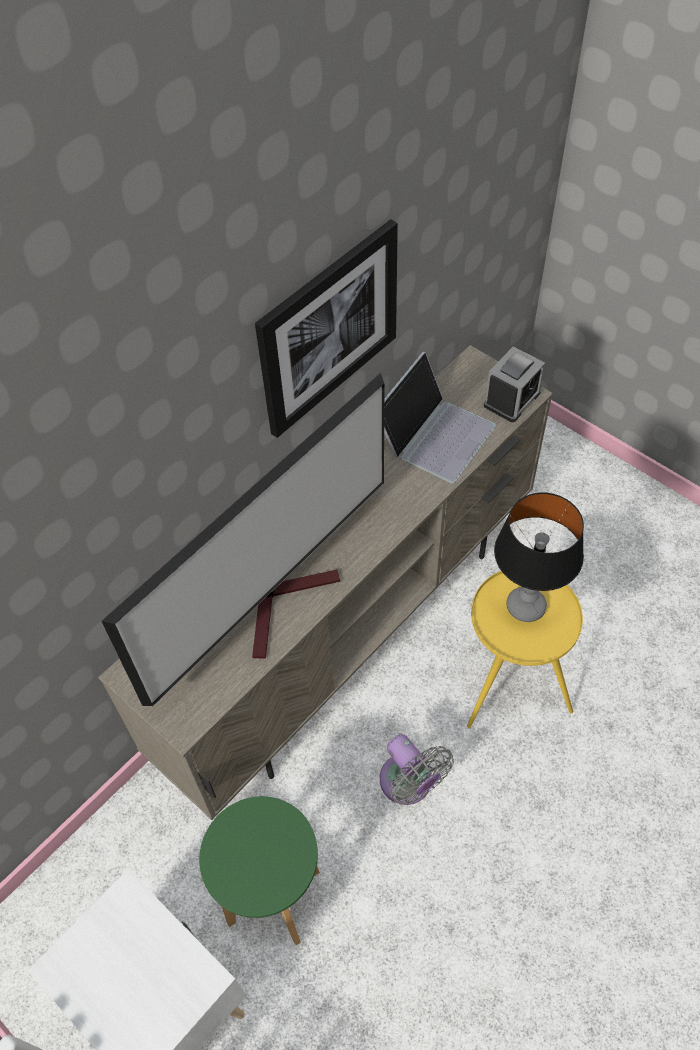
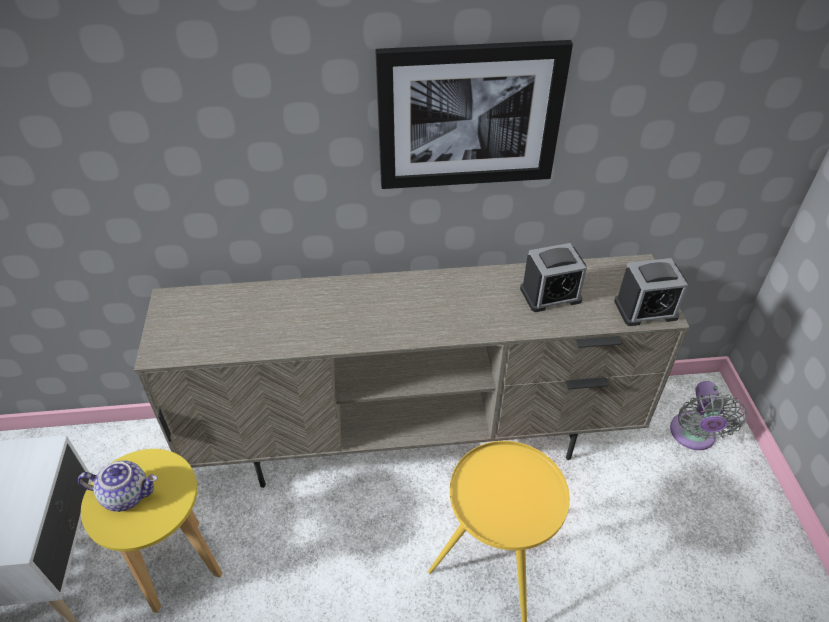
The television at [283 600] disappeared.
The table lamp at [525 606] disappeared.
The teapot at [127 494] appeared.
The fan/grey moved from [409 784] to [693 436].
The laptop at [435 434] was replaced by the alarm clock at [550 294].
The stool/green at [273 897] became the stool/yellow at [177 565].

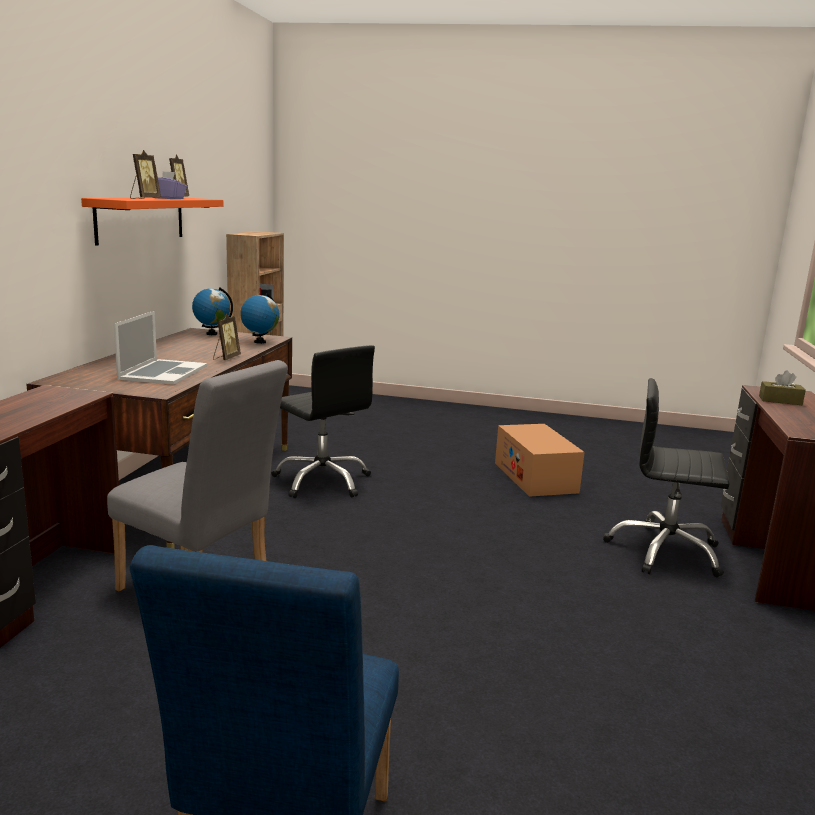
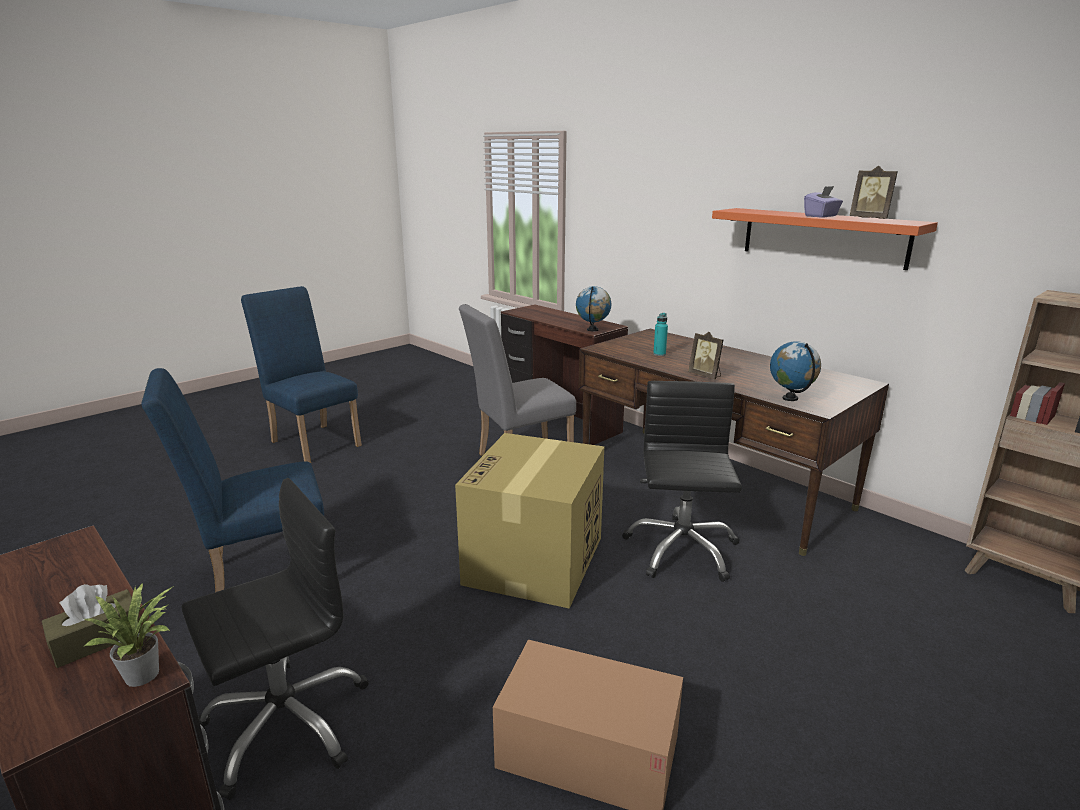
The picture frame at [144 199] disappeared.
The potted plant at [147 673] appeared.
The chair/blue at [261 575] appeared.
The cardboard box at [534 561] appeared.
The globe moved from [212 334] to [593 330].
The laptop at [163 372] was replaced by the bottle/turquoise at [659 354].
The office chair/black at [322 481] turned 105 degrees clockwise.

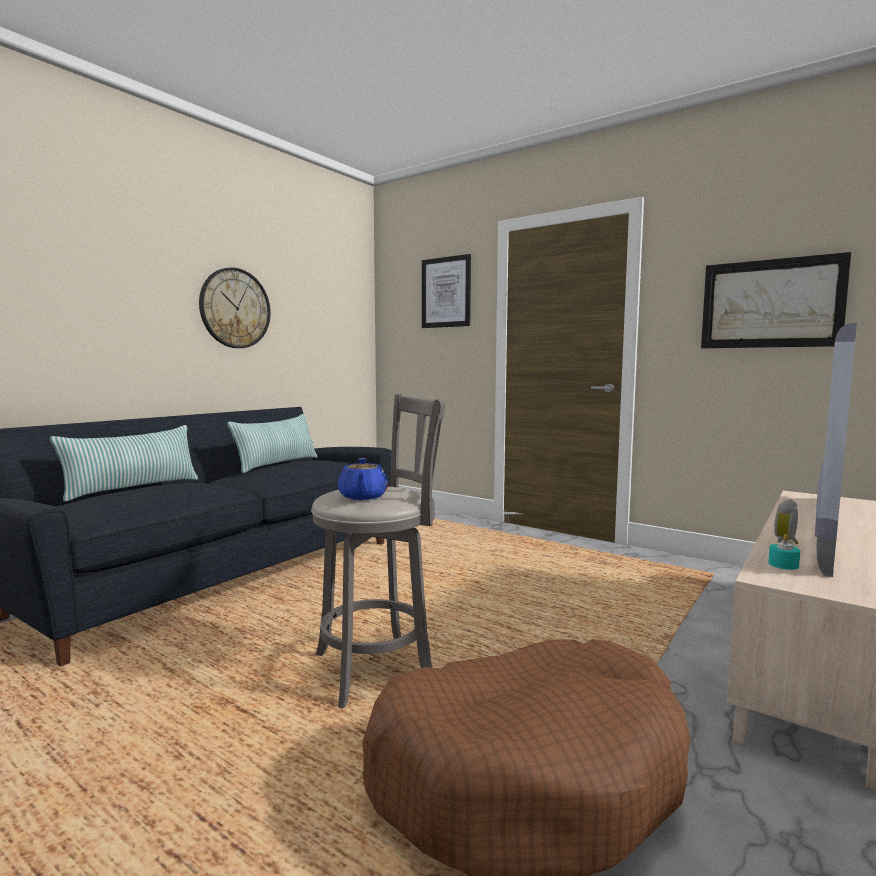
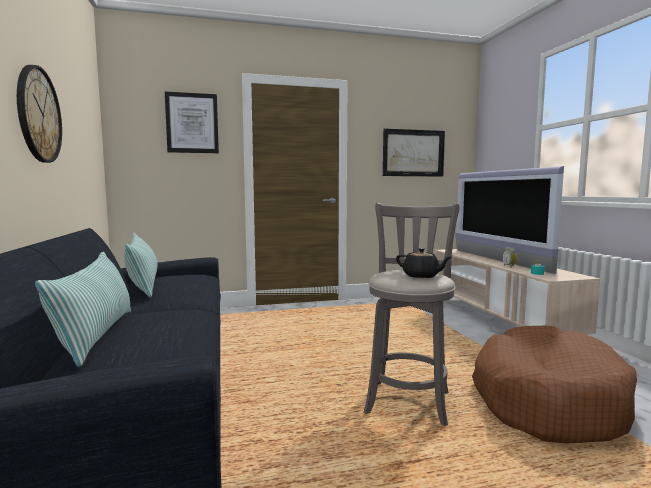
The teapot/blue at [362 497] became the teapot/black at [421 276].

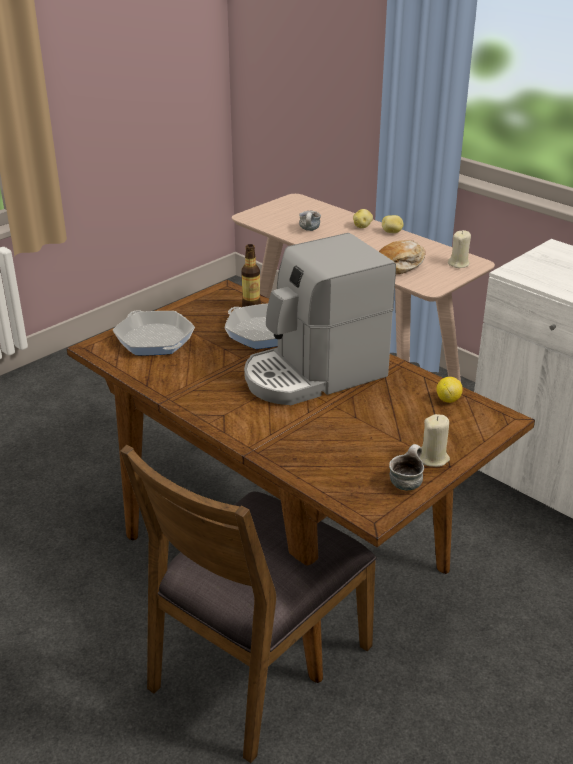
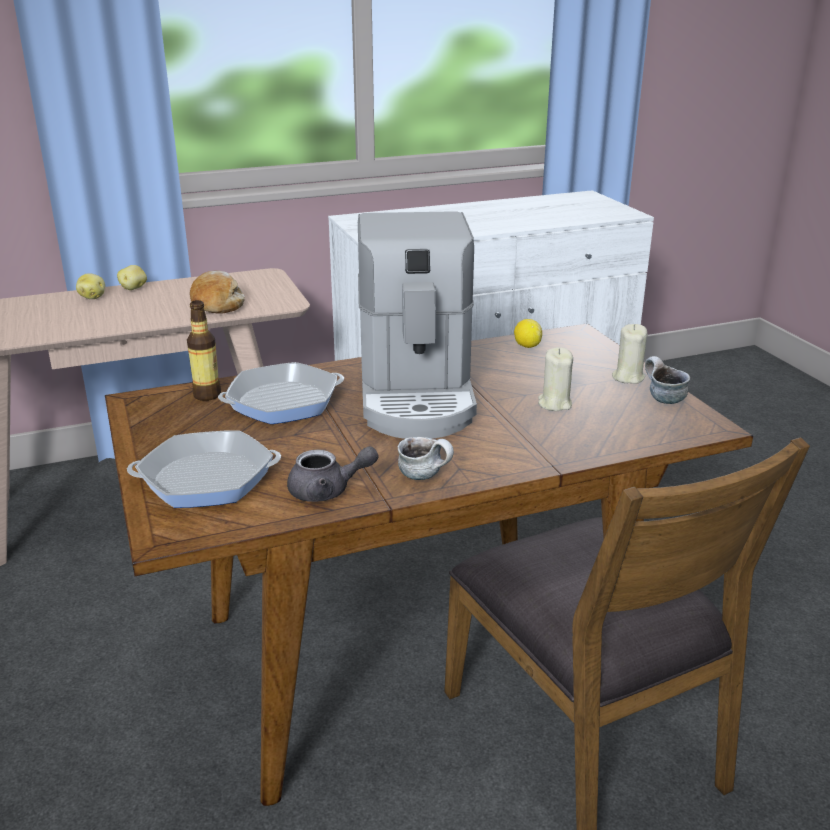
The teapot/grey at [328 491] appeared.
The mug moved from [310 230] to [426 476].
The candle/beige moved from [459 264] to [554 404].

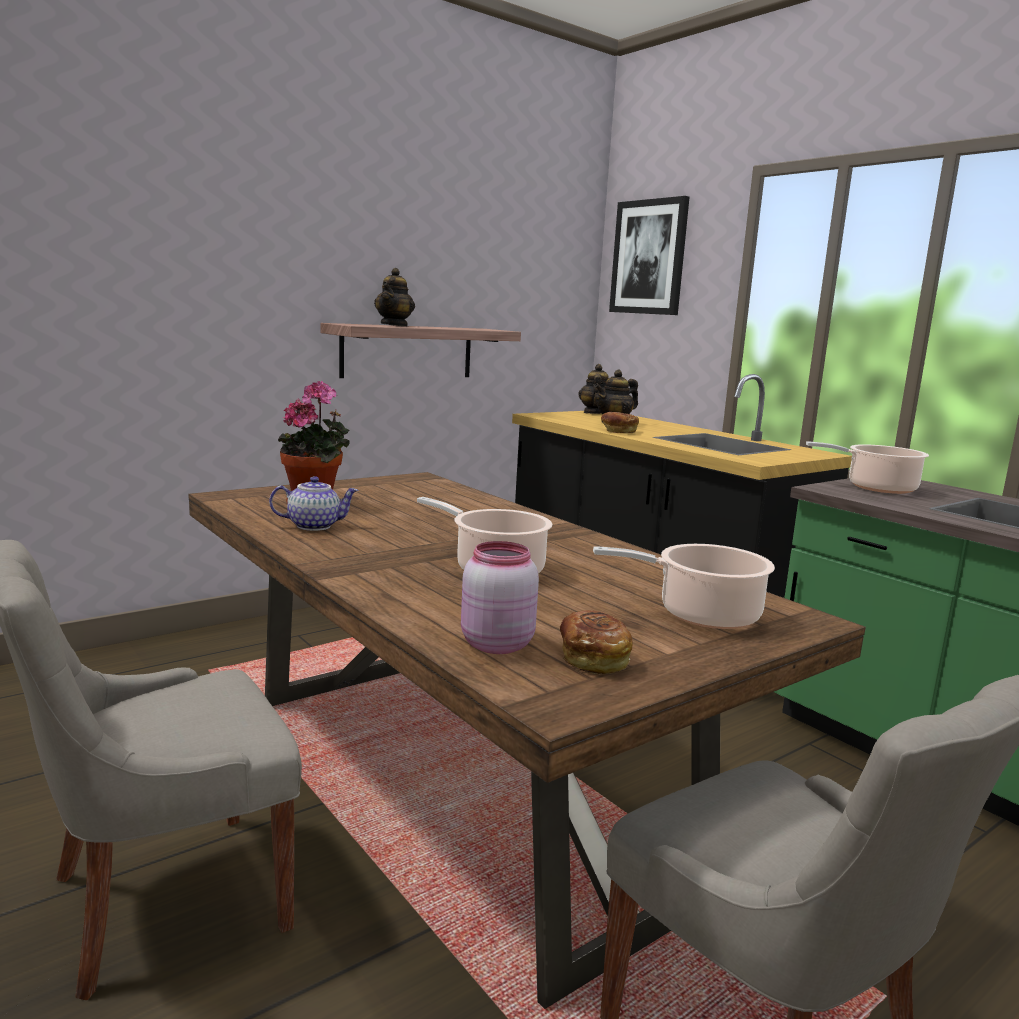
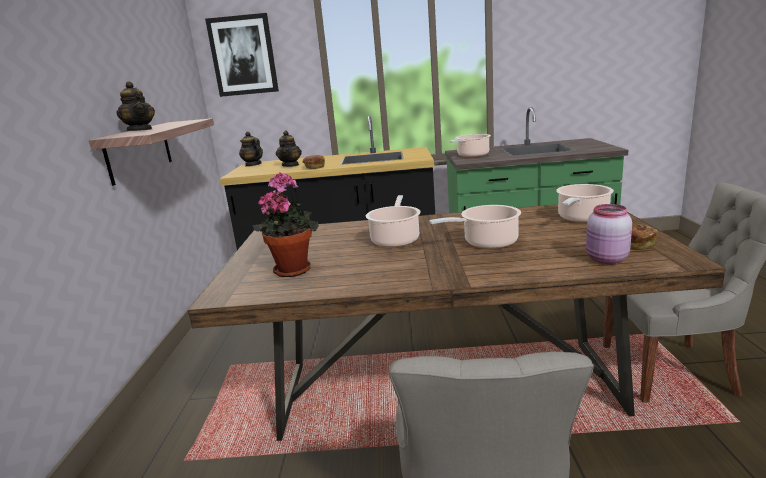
The teapot at [314 526] disappeared.
The cooking pot at [395 239] appeared.

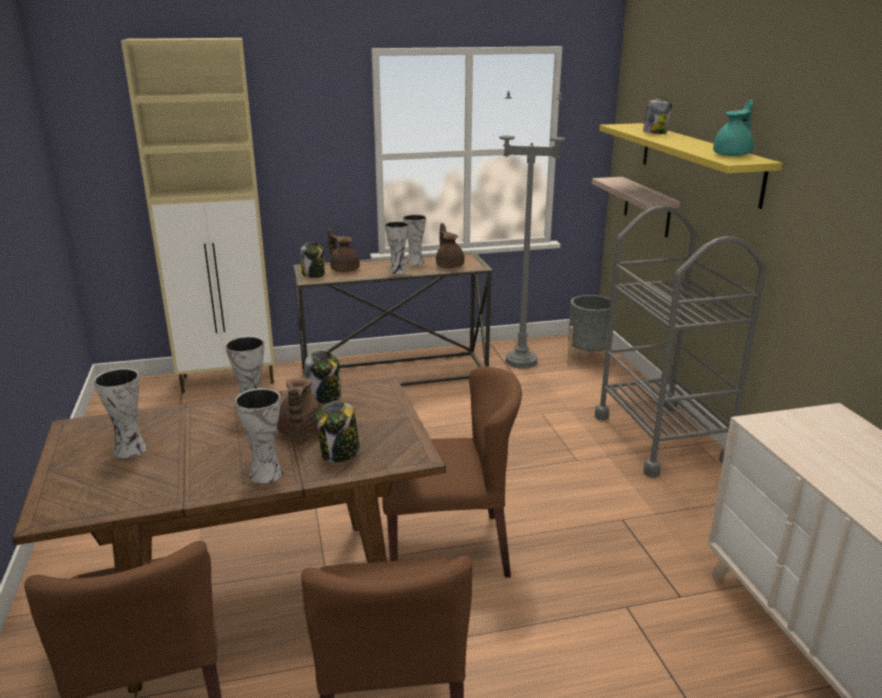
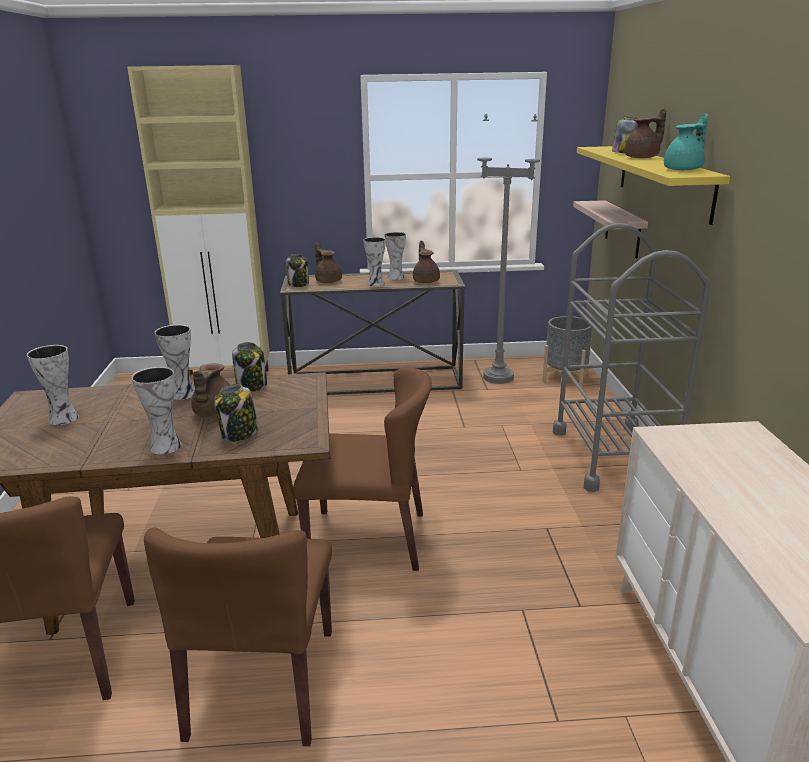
The teapot/brown at [643 157] appeared.

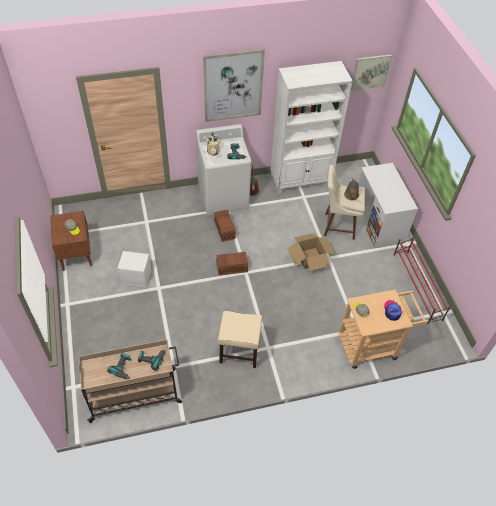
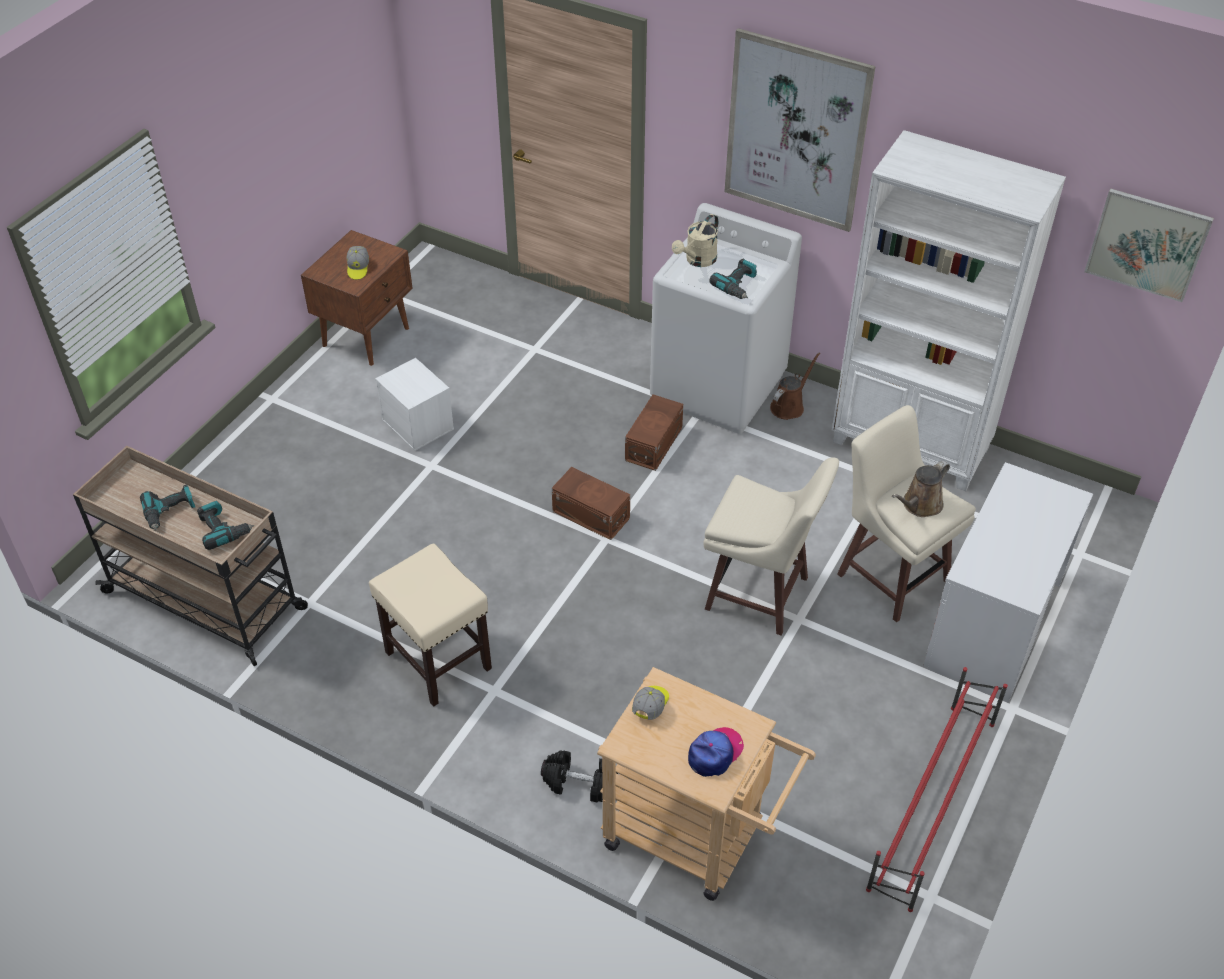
The dumbbell/black at [580 784] appeared.
The cardboard box at [310 258] was replaced by the stool/beige at [759 595].

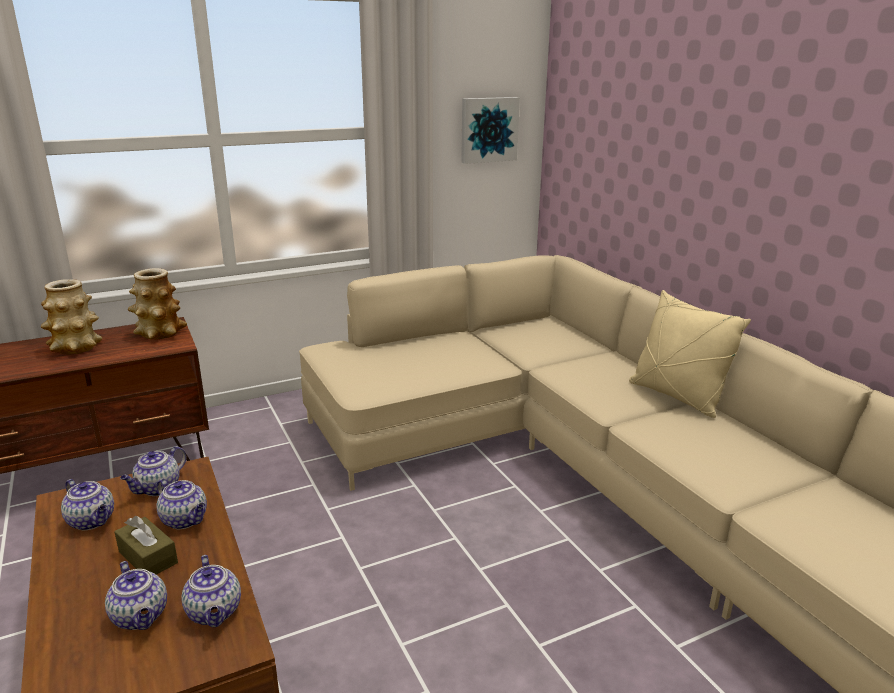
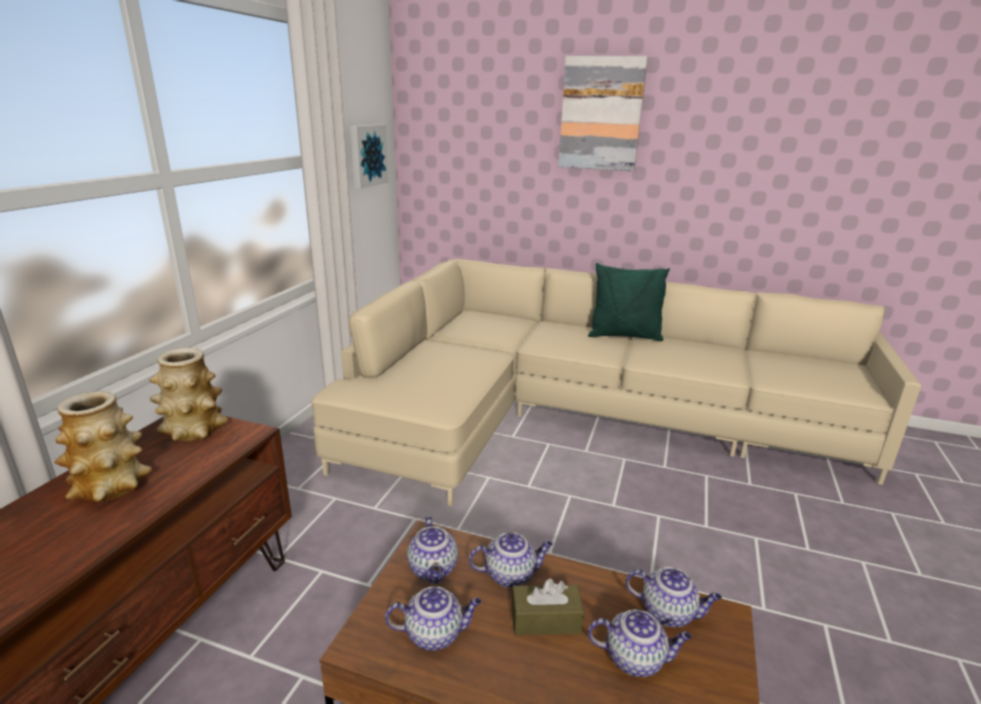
The picture at [601 114] appeared.
The pillow/beige at [677 396] became the pillow/green at [624 336].

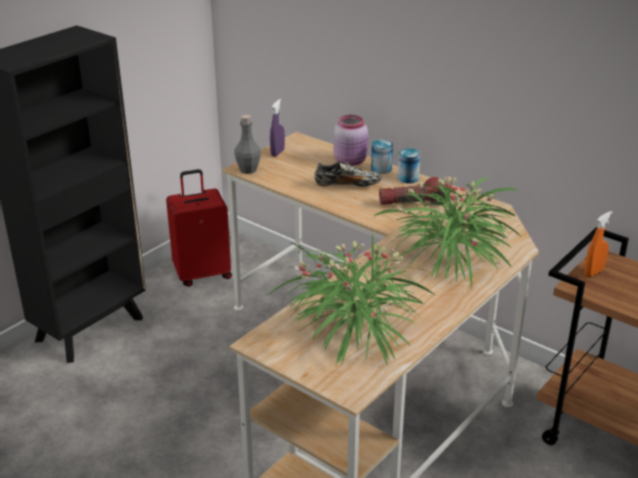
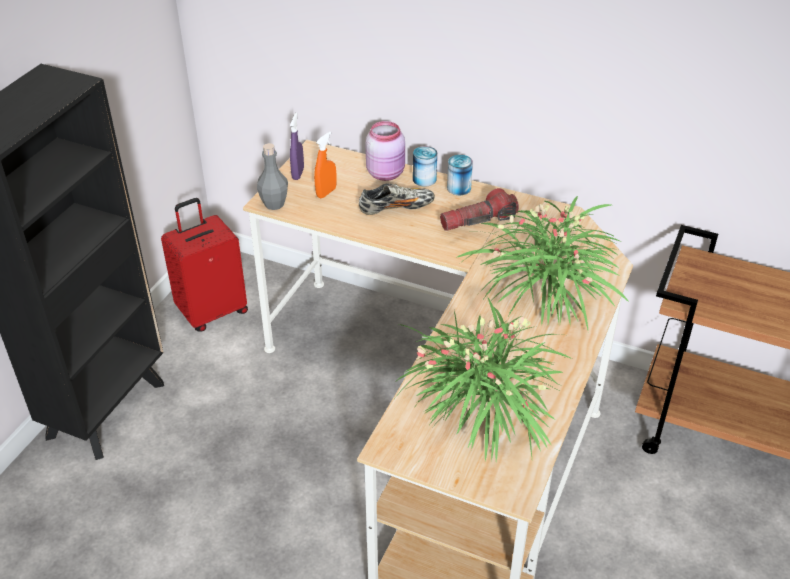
The spray bottle/orange moved from [593 272] to [326 192].

